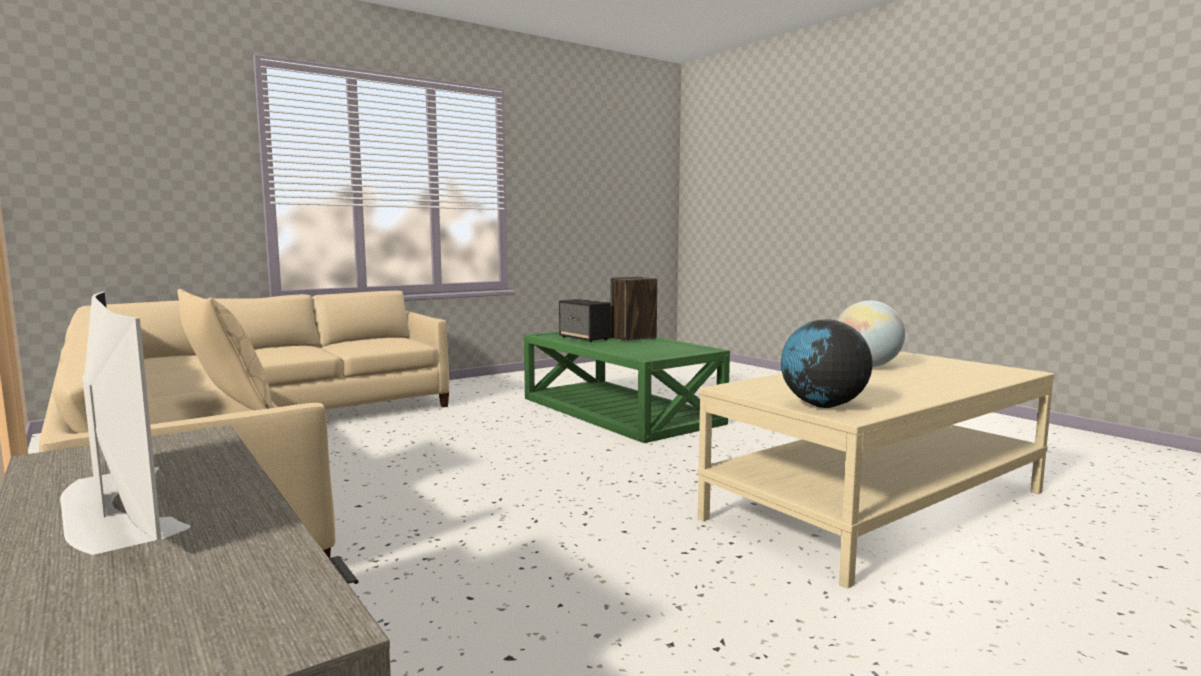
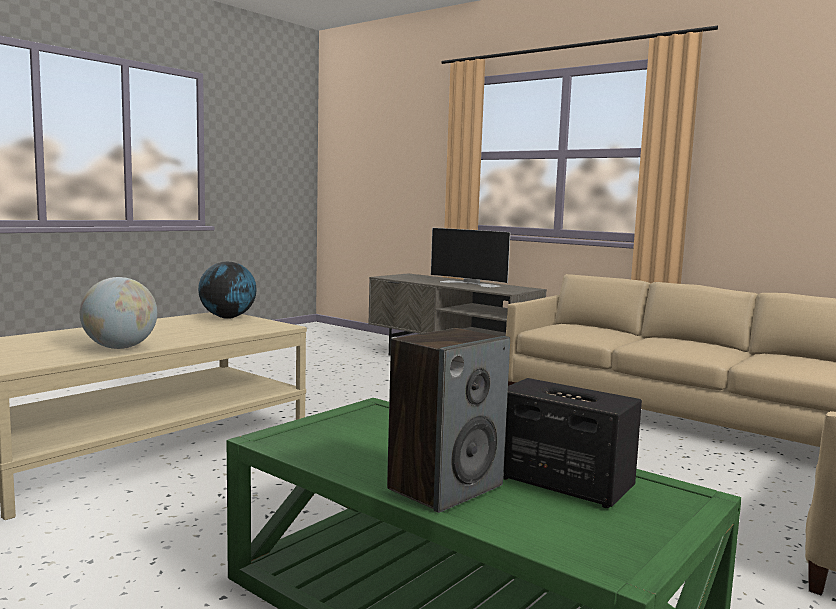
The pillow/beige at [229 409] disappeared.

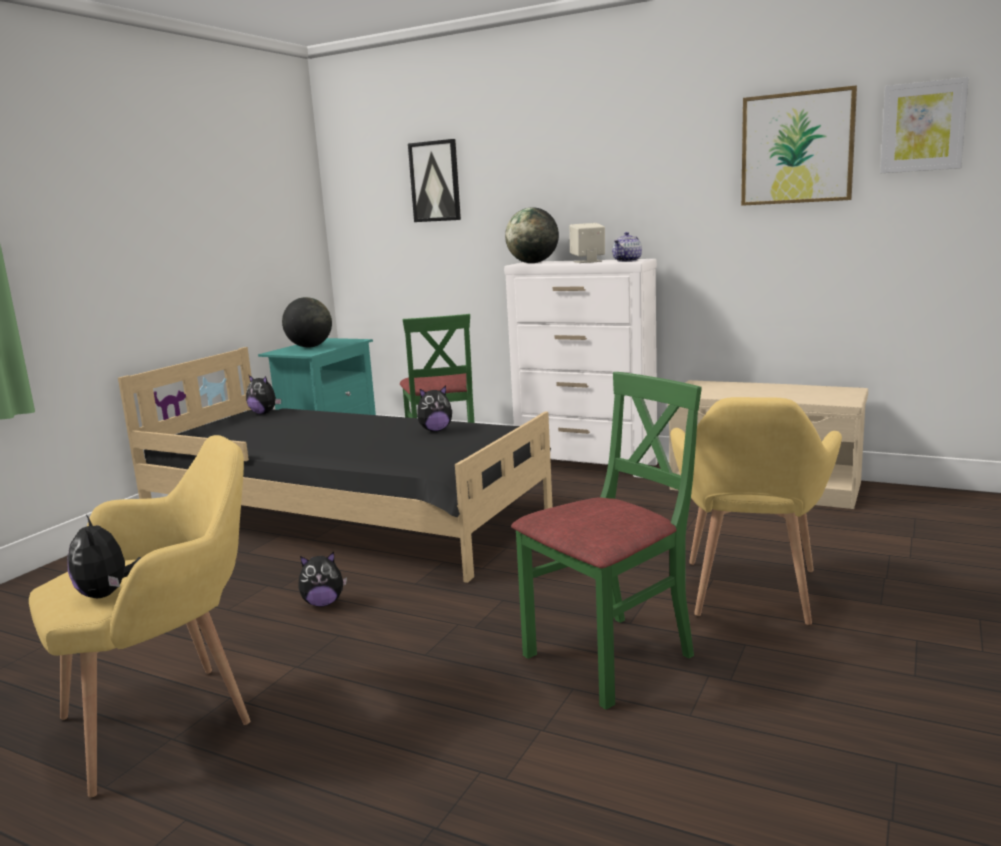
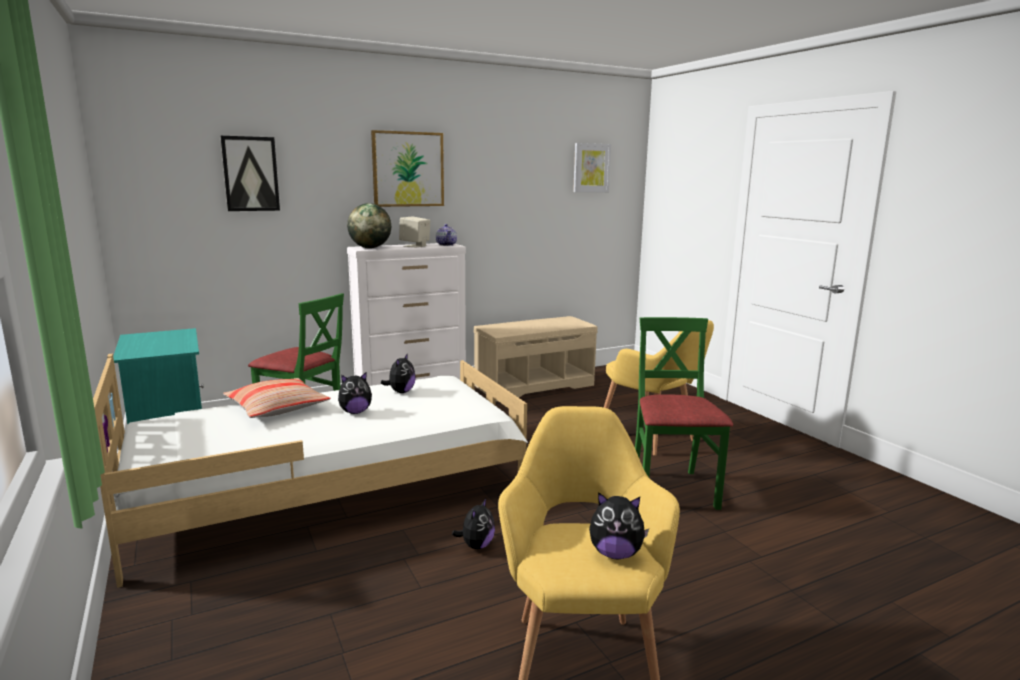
The globe at [310 347] disappeared.
The pillow at [277 408] appeared.
The plush toy moved from [264 413] to [355 412].
The picture moved from [797 148] to [408 169].
The bed/black at [348 517] became the bed/white at [331 491].

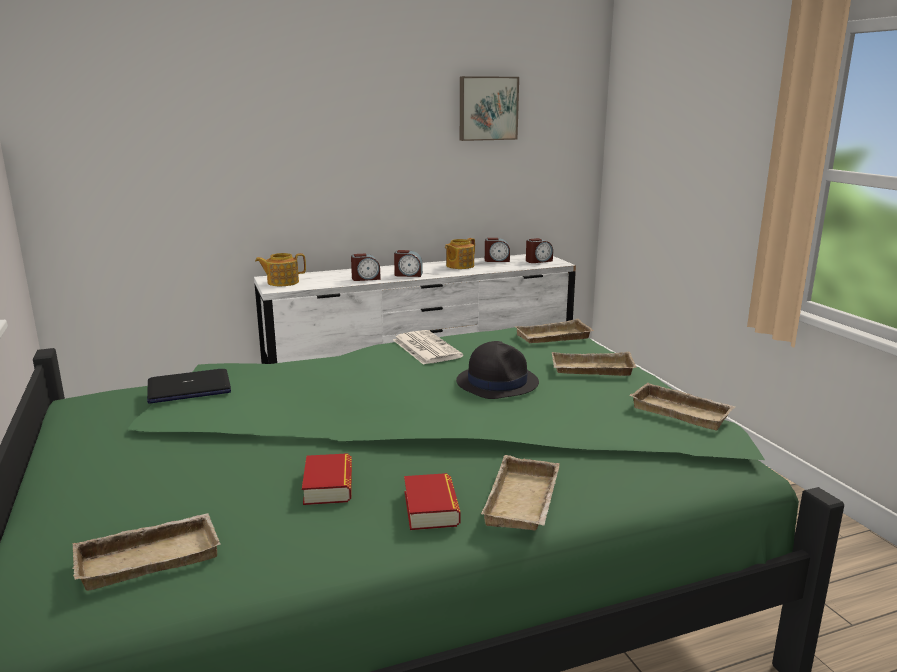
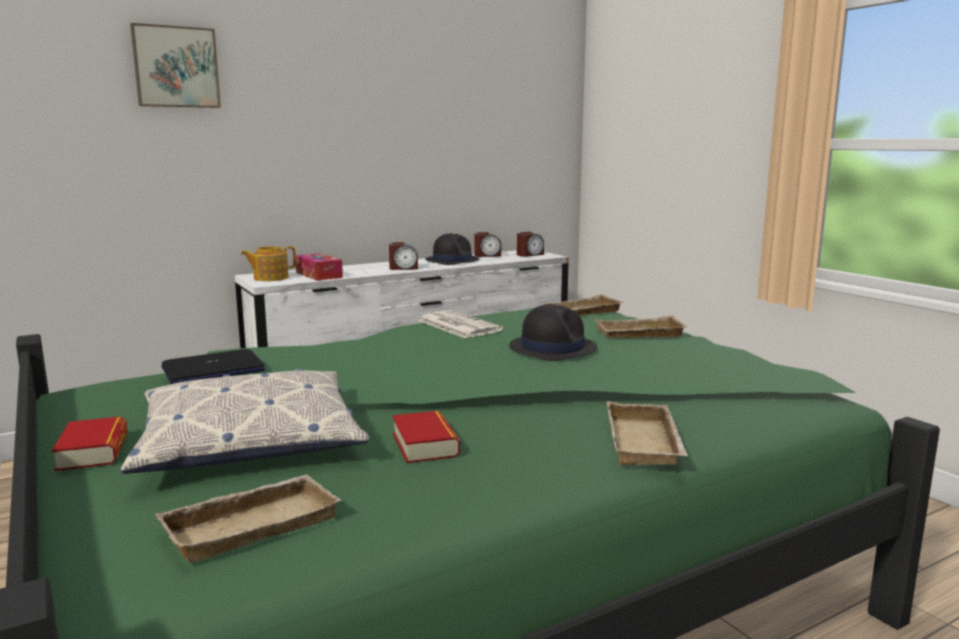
The alarm clock at [365 278] disappeared.
The tray/beige at [682 412] disappeared.
The pillow at [249 440] appeared.
The tissue box at [319 275] appeared.
The book moved from [431 508] to [93 451].
The picture moved from [487 108] to [176 67].
The teapot at [459 266] was replaced by the hat/black at [452 260].

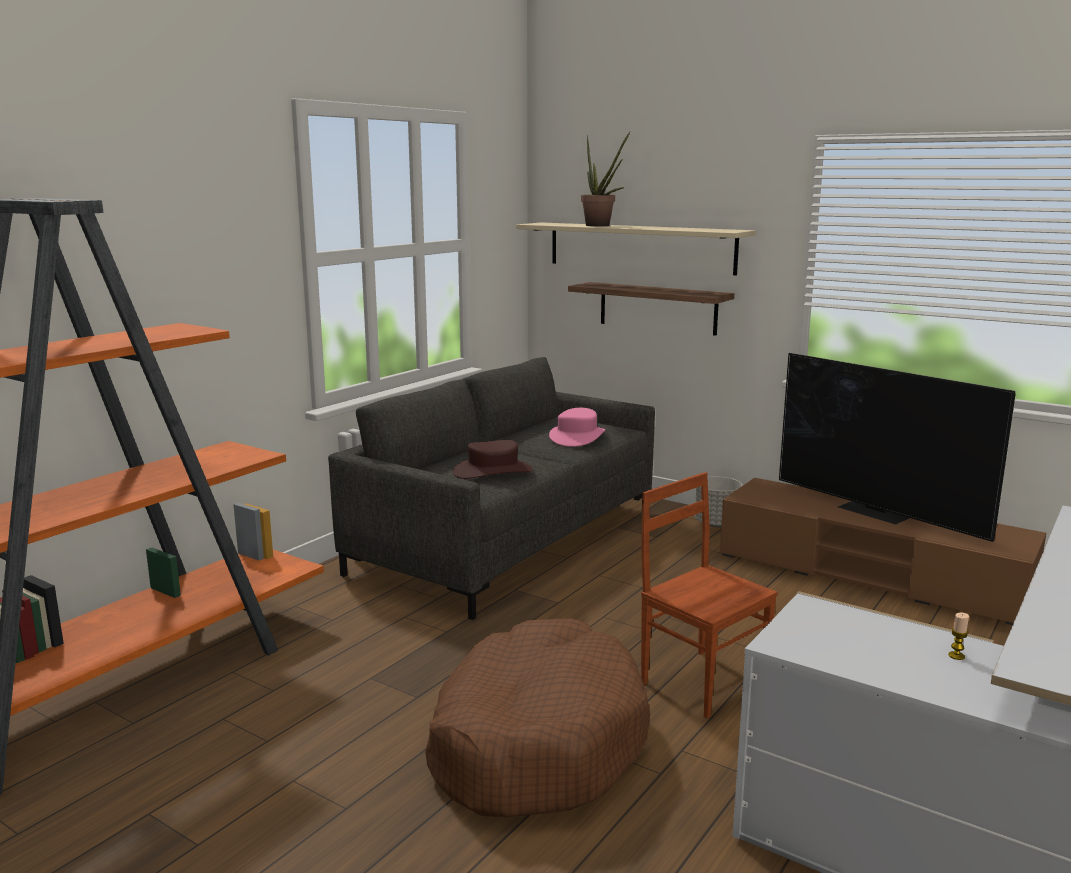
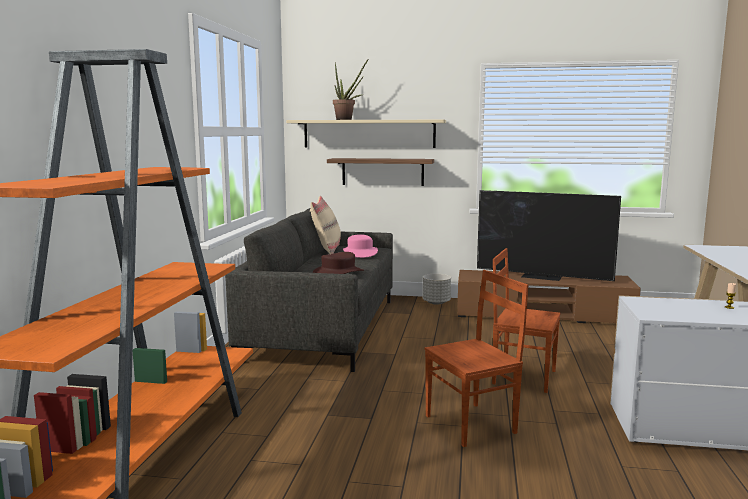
The pillow/beige at [326 250] appeared.
The dog bed/brown at [536 742] was replaced by the chair/brown at [472 424].

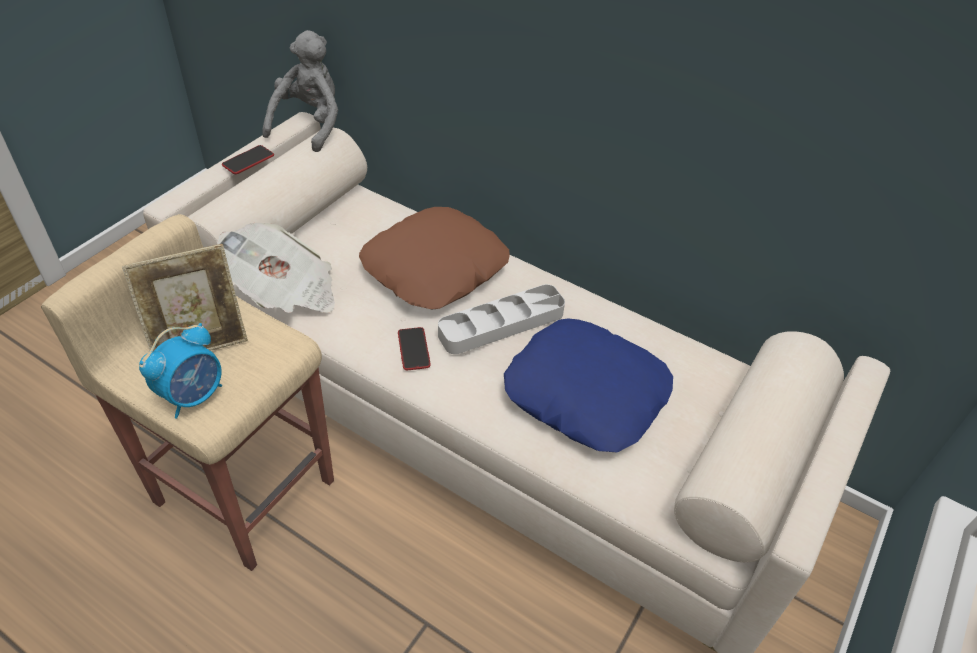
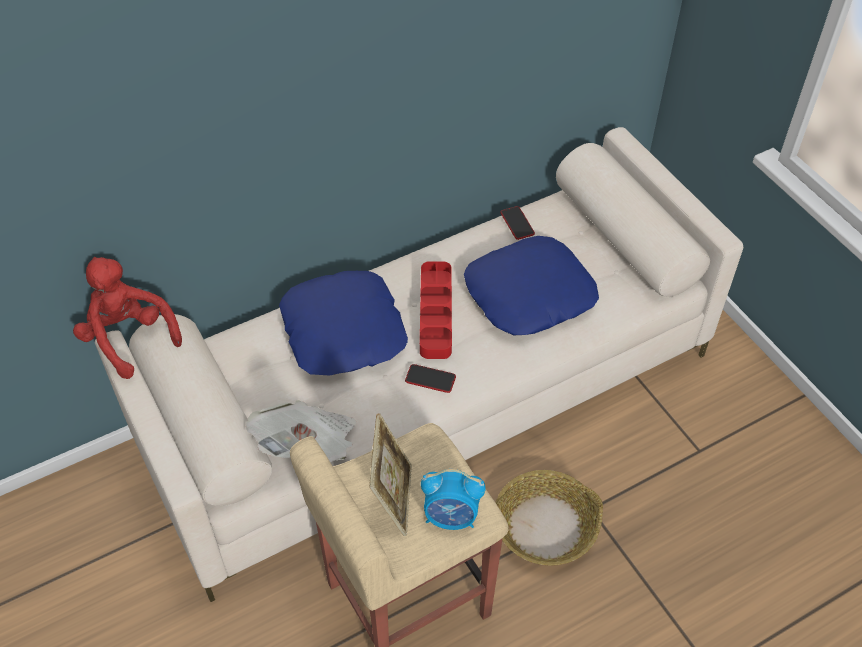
The basket at [545 526] appeared.
The phone moved from [248 160] to [517 223].
The plush toy/grey at [309 125] became the plush toy/red at [128 338].
The pillow/brown at [436 268] became the pillow/blue at [344 331].
The tray/grey at [501 324] became the tray/red at [435 313].
The alarm clock at [193 395] turned 120 degrees clockwise.

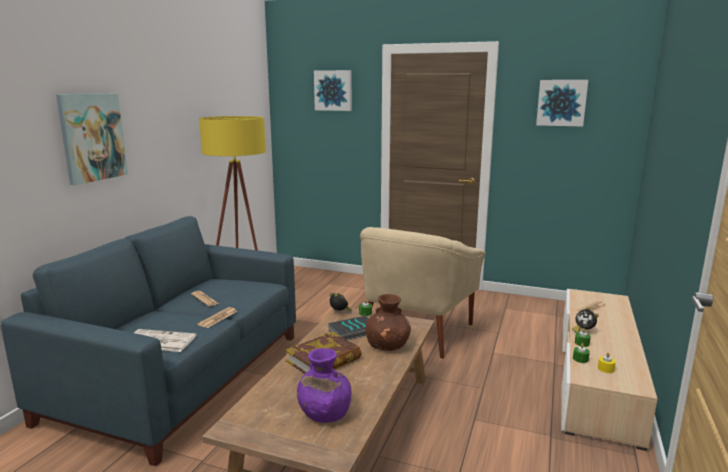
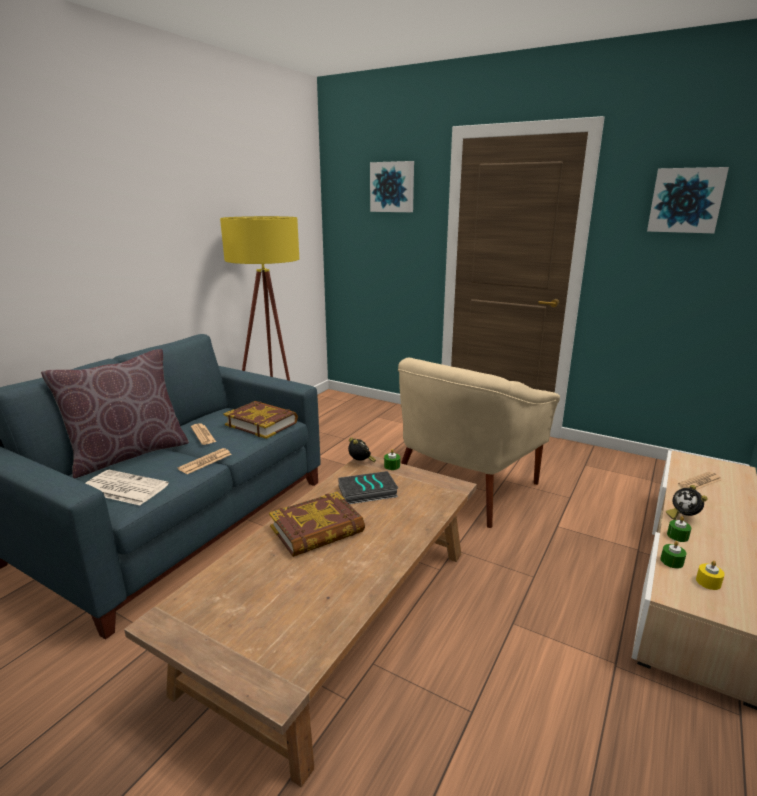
The picture at [92 137] disappeared.
The vase/purple at [324 413] disappeared.
The vase/brown at [387 346] disappeared.
The pillow/brown at [128 454] appeared.
The book at [261 423] appeared.

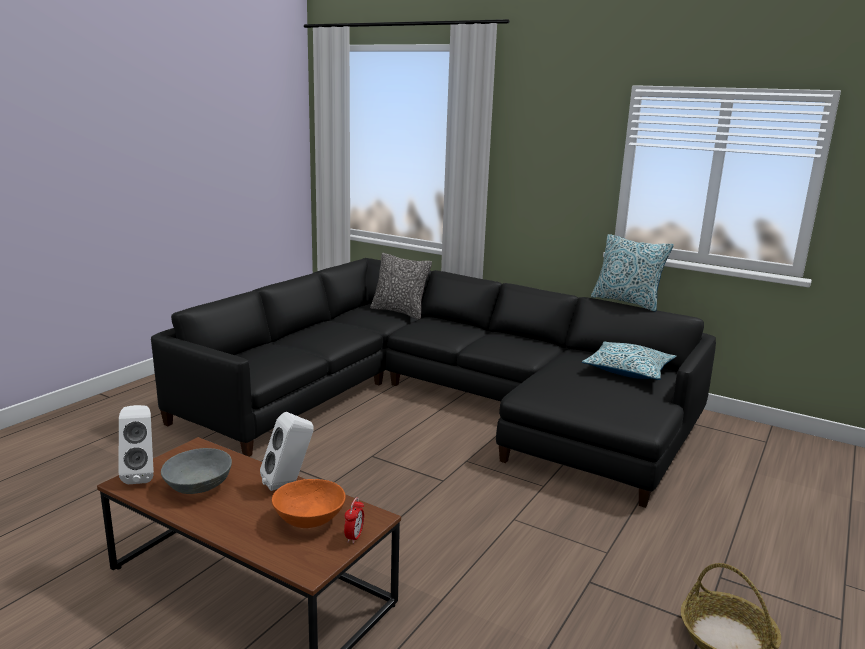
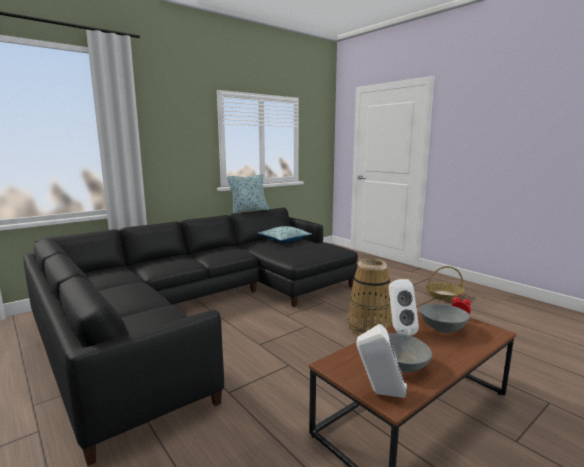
The pillow at [399 312] disappeared.
The basket at [369 328] appeared.
The bowl/orange at [309 519] became the bowl/grey at [443 328].

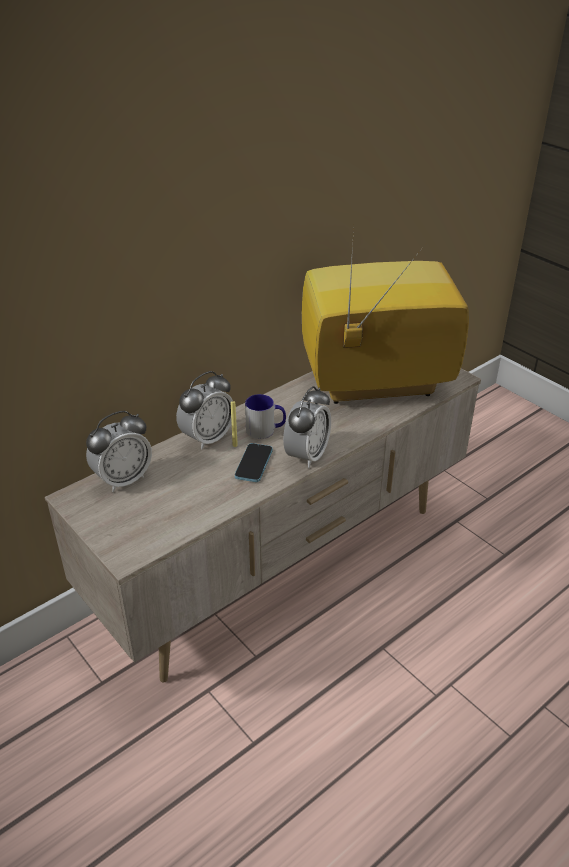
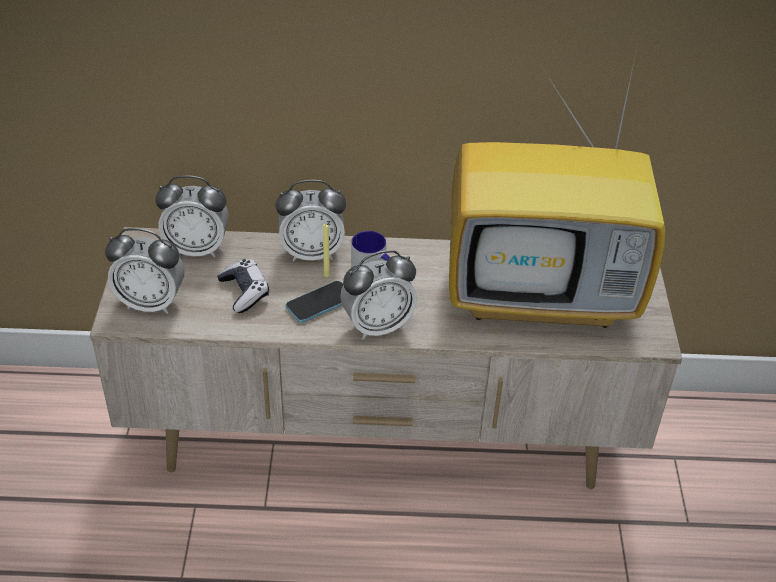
The alarm clock at [151 303] appeared.
The game controller at [244 292] appeared.
The television at [373 385] turned 150 degrees clockwise.

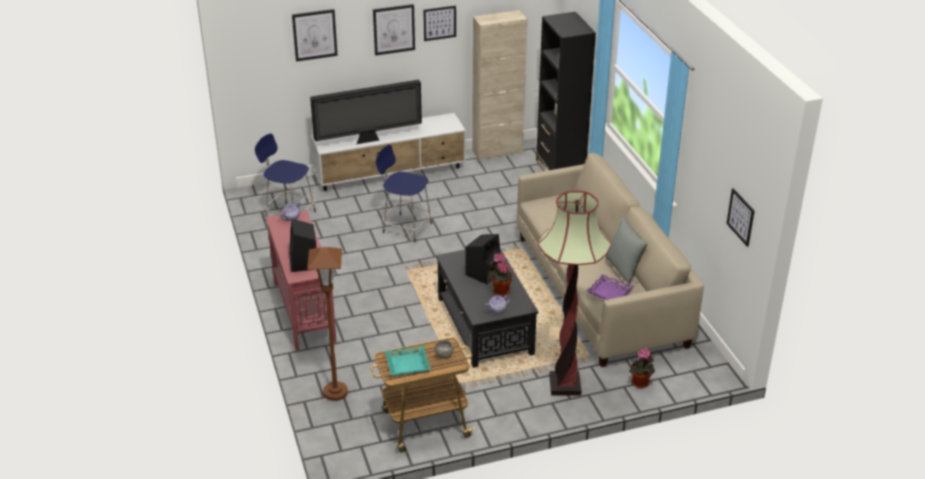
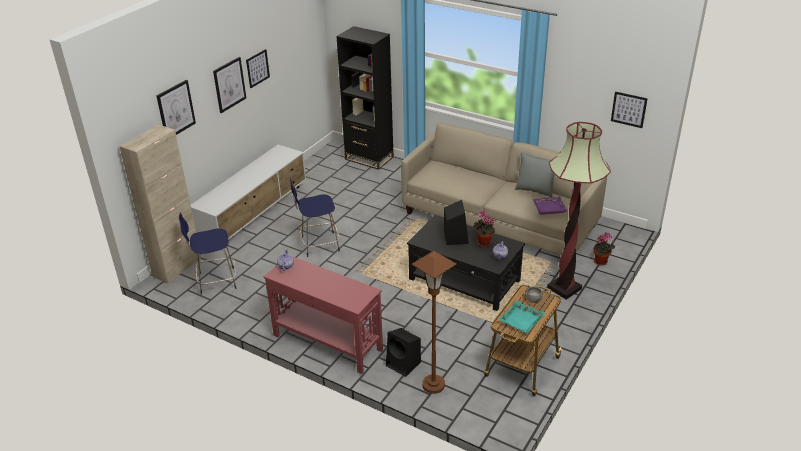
The television at [368 140] disappeared.
The speaker/black moved from [304 263] to [404 364].
The cabinet/beige moved from [497 152] to [177 267].

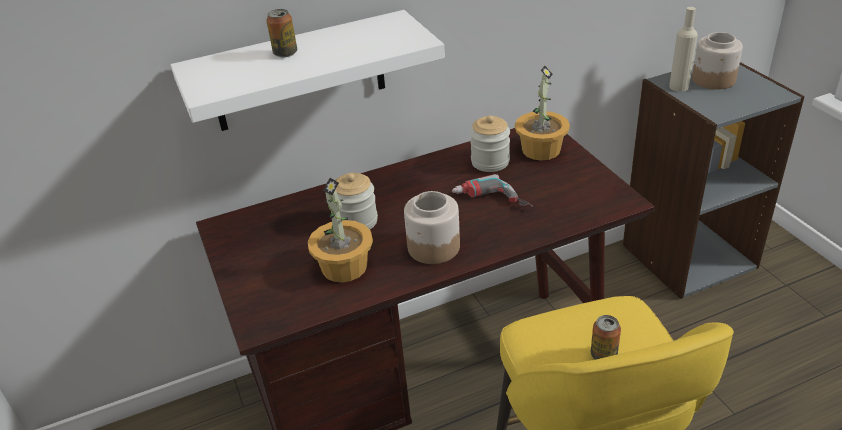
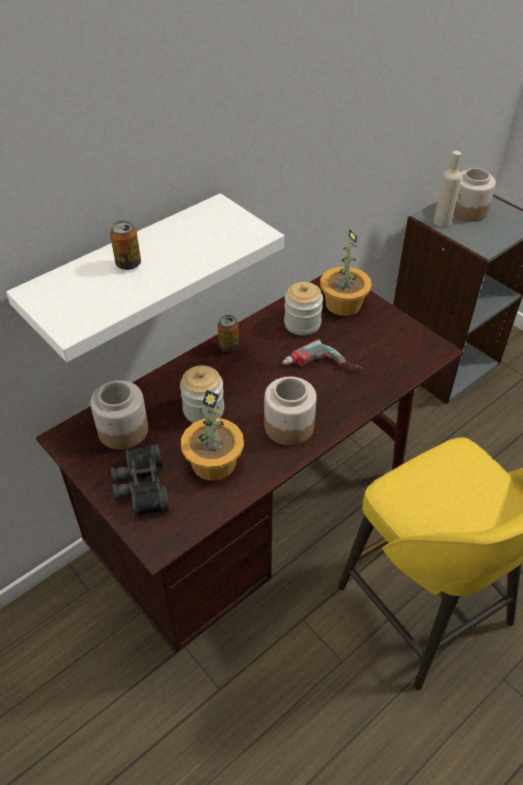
The jar at [122 431] appeared.
The binoculars/black at [140 487] appeared.
The can moved from [603 355] to [229 346].

